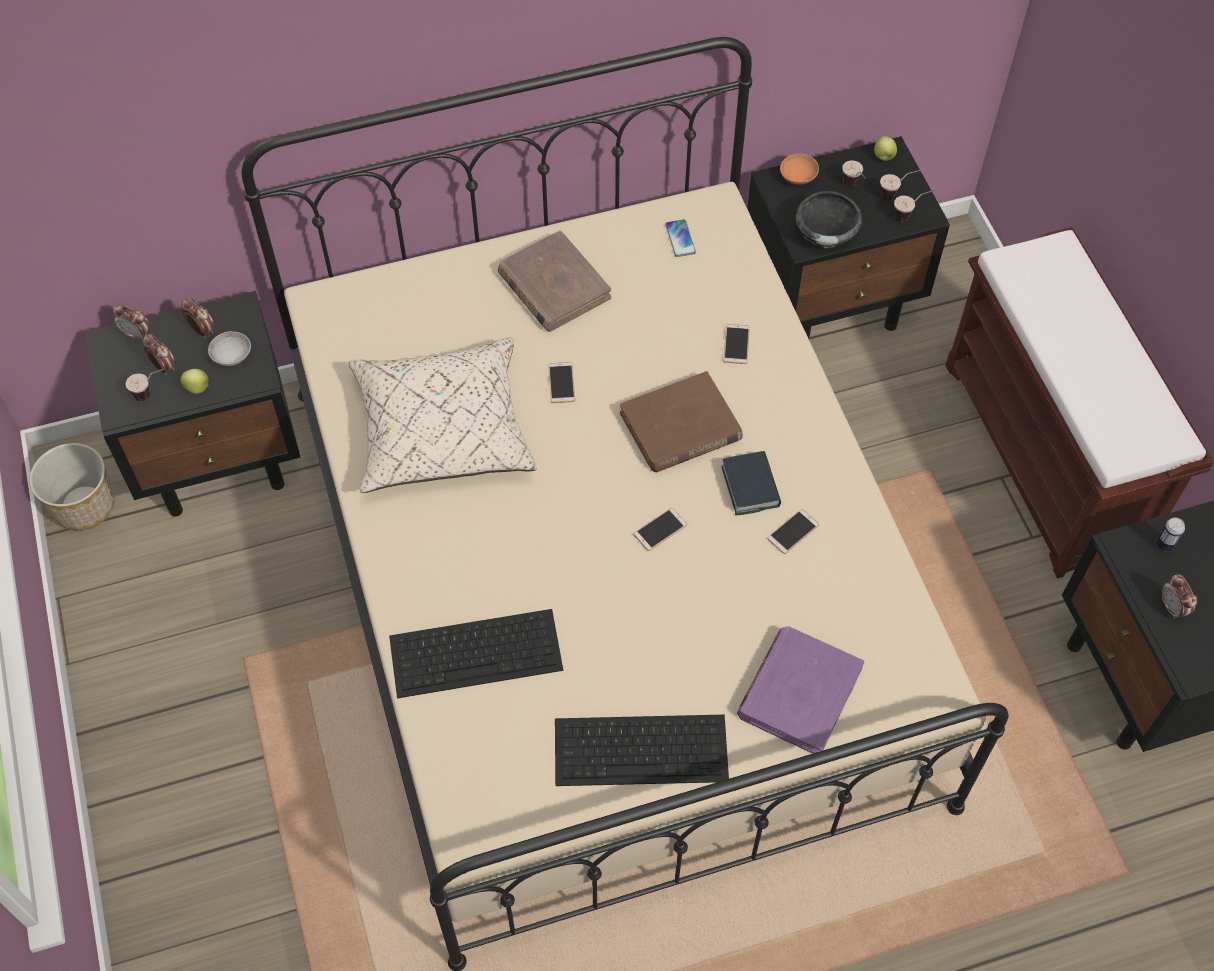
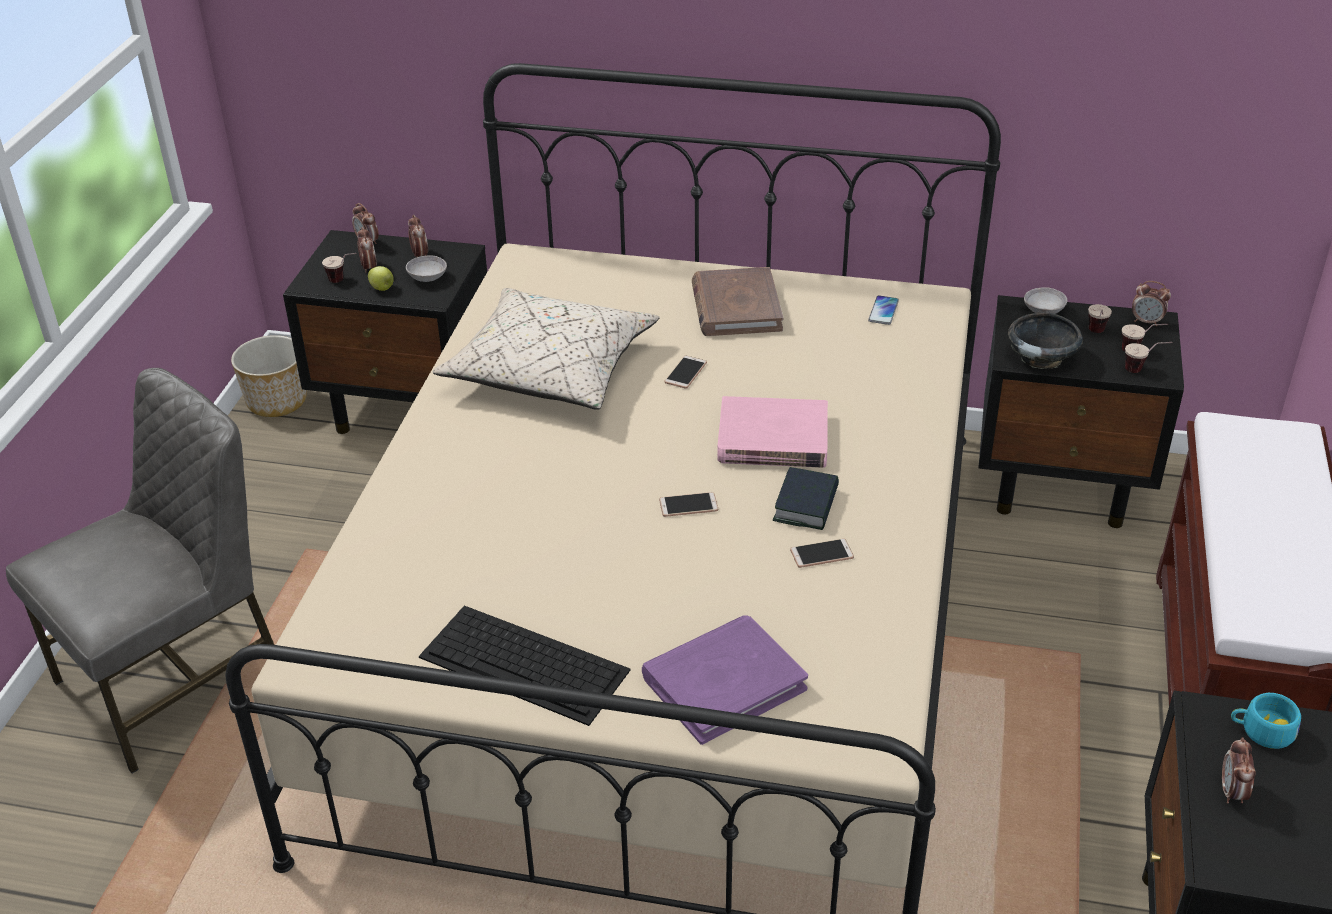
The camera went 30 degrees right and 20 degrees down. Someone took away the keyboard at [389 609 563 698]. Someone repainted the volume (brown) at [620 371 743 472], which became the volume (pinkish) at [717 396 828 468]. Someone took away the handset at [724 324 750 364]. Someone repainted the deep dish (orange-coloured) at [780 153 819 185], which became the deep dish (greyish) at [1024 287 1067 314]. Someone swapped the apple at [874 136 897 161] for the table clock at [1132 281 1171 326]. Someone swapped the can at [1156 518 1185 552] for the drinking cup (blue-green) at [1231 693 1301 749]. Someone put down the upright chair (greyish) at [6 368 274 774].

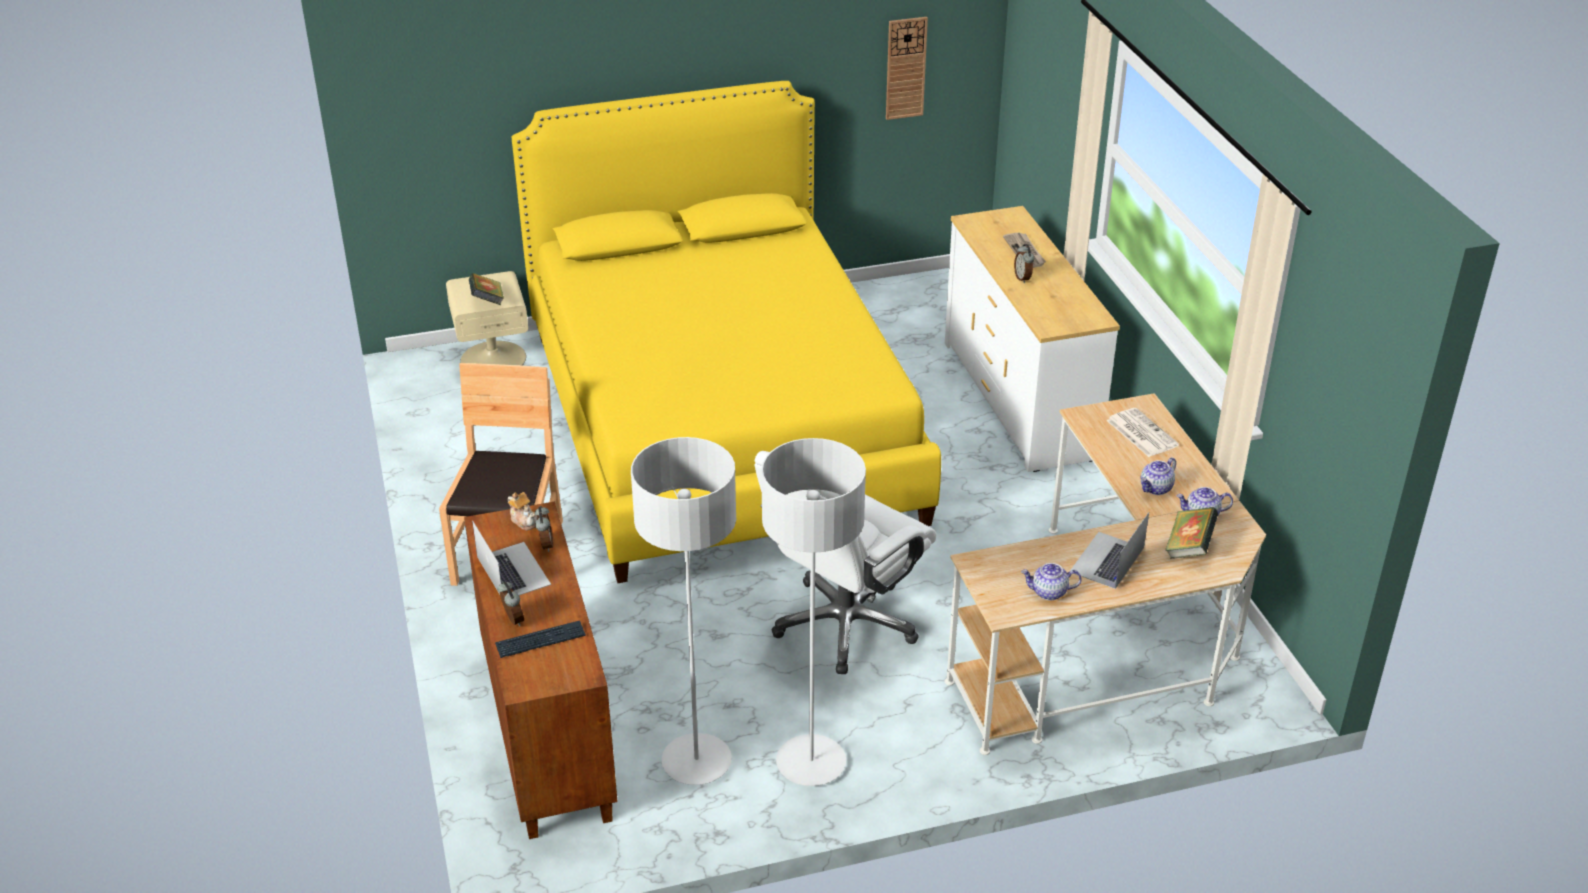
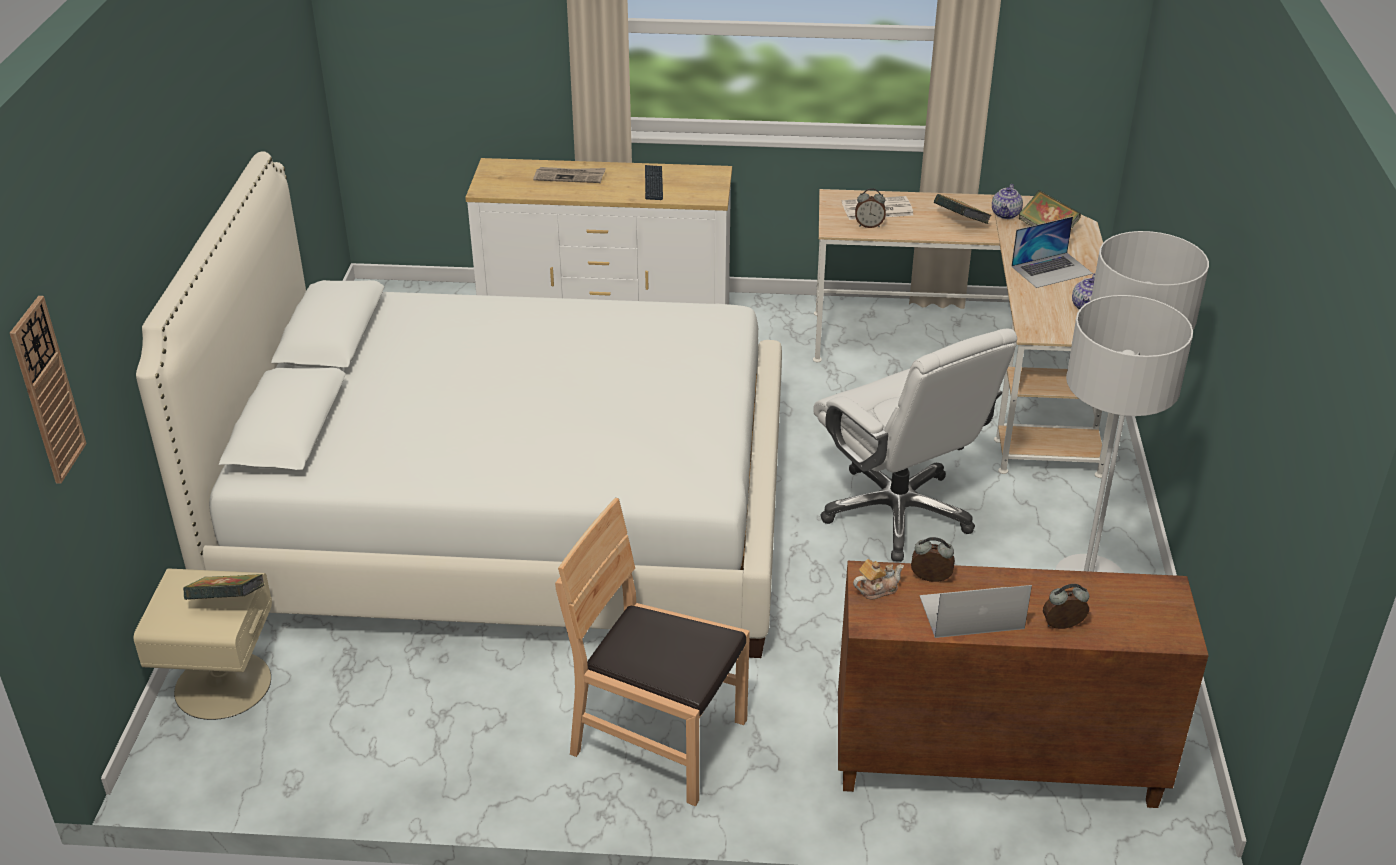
The camera went 70 degrees left and 0 degrees up. Someone carried the keyboard from [495 620 586 658] to [645 165 663 200]. Someone repainted the sleeping bed (yellow) at [512 81 941 583], which became the sleeping bed (whitish) at [136 151 782 658]. Someone carried the wall clock from [886 17 928 120] to [10 296 87 484]. Someone carried the table clock from [1014 244 1034 283] to [855 188 886 228]. Someone rotated the notebook computer at [1069 512 1149 589] by 75 degrees counterclockwise. Someone swapped the pot for tea at [1141 457 1176 495] for the volume at [934 194 992 224].

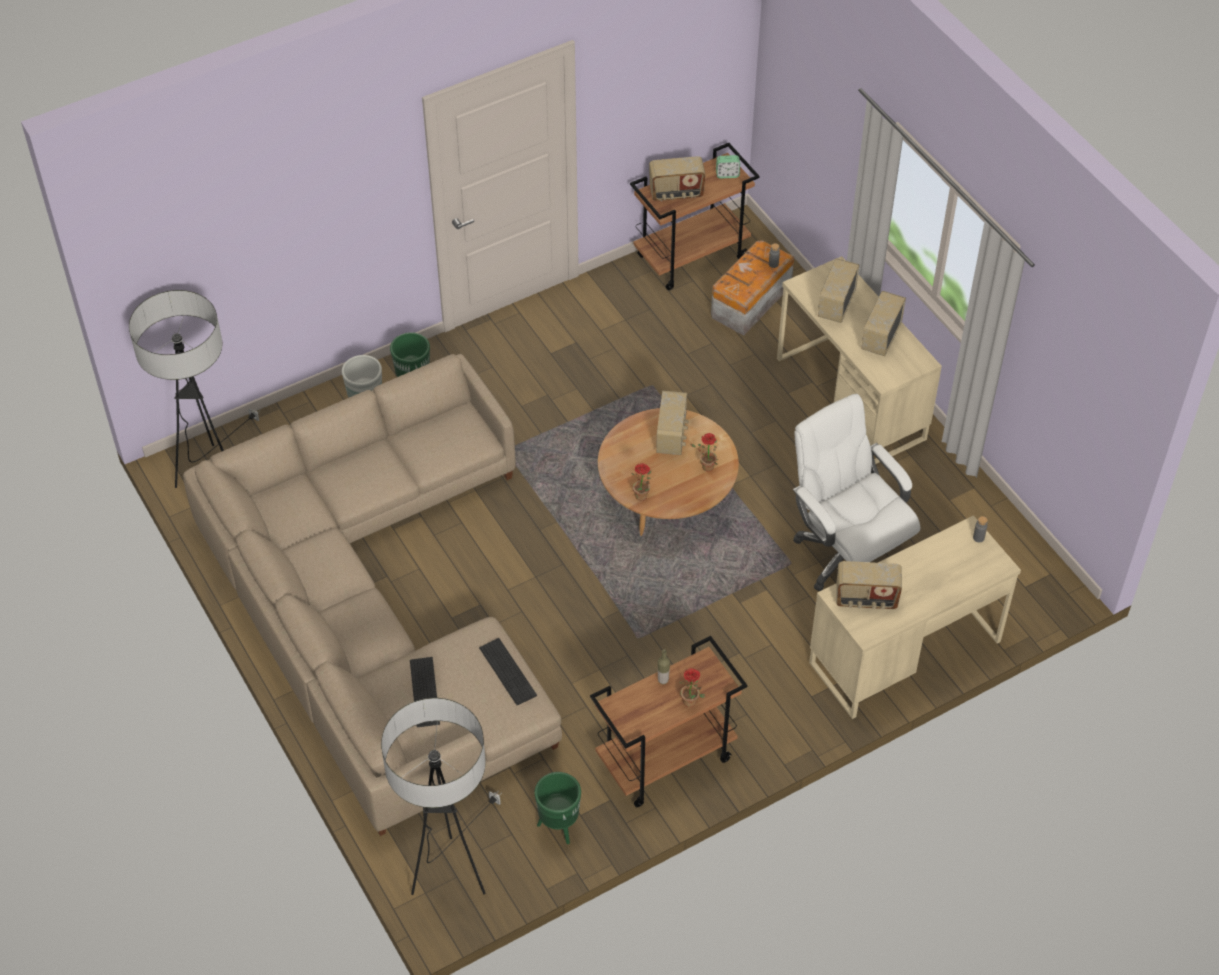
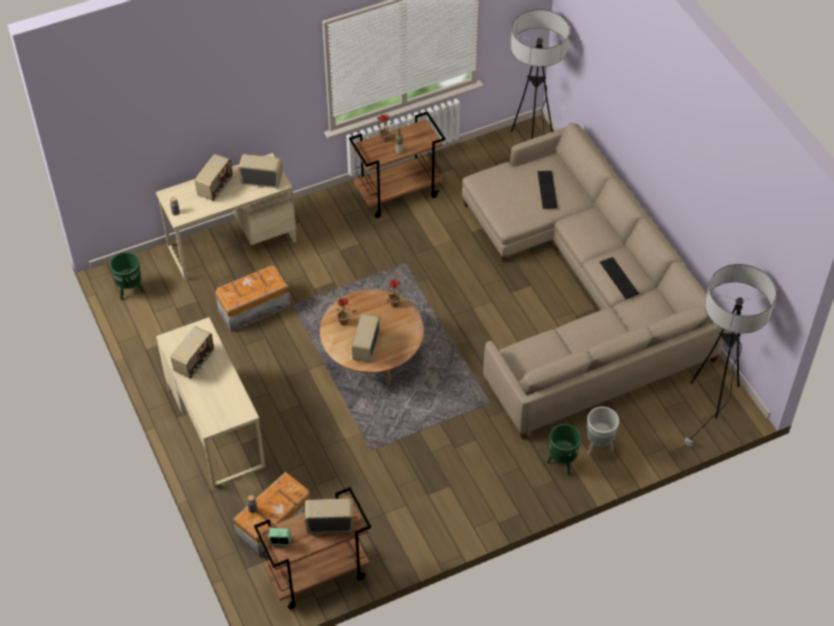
The camera went 175 degrees left and 0 degrees up. Someone carried the keyboard from [479 638 537 705] to [600 257 639 299]. Someone carried the plant pot (green-coloured) from [535 772 581 844] to [110 252 145 300]. Someone swapped the computer chair (whitish) at [793 394 920 591] for the storage bin at [215 266 291 332]. Someone carried the radio set from [818 258 860 323] to [195 154 233 201].

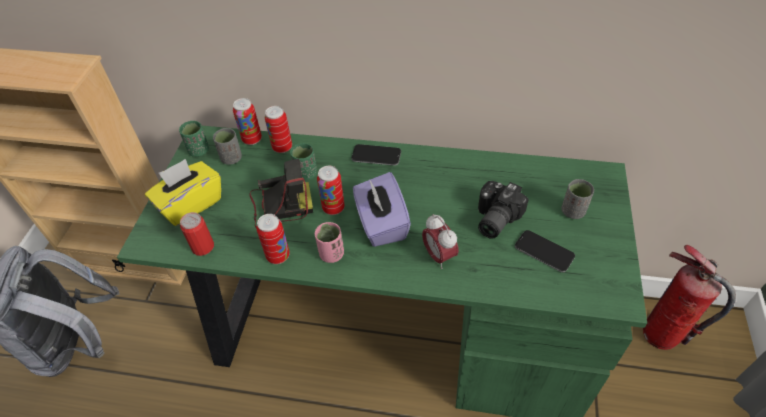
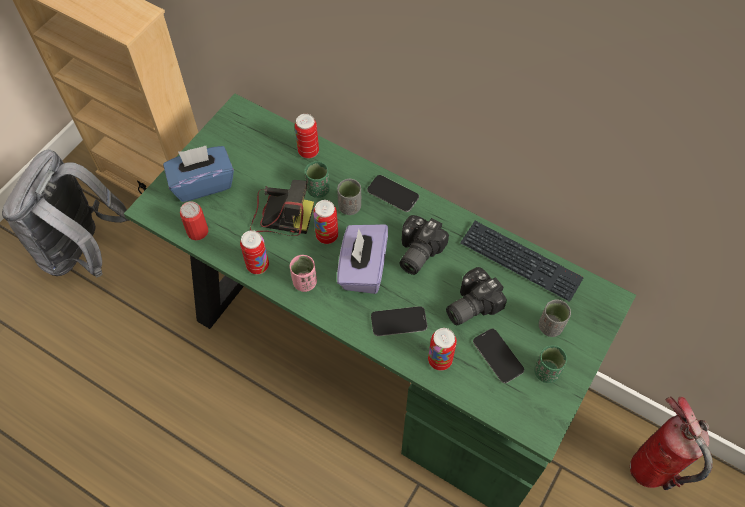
The camera went 20 degrees right and 10 degrees up. Someone repainted the tissue holder (yellow) at [145 159 221 226], which became the tissue holder (blue-coloured) at [163 146 234 202]. Someone carried the drinking cup (green-coloured) from [179 121 209 157] to [534 345 567 383]. Someone carried the drinking cup (greyish) from [213 128 242 165] to [337 178 361 215]. Someone carried the can from [233 98 262 145] to [428 328 457 371]. Someone swapped the table clock at [422 214 459 269] for the handset at [371 306 428 336]. Someone put down the photo camera at [399 215 449 275]. Someone put down the keyboard at [460 221 584 302].

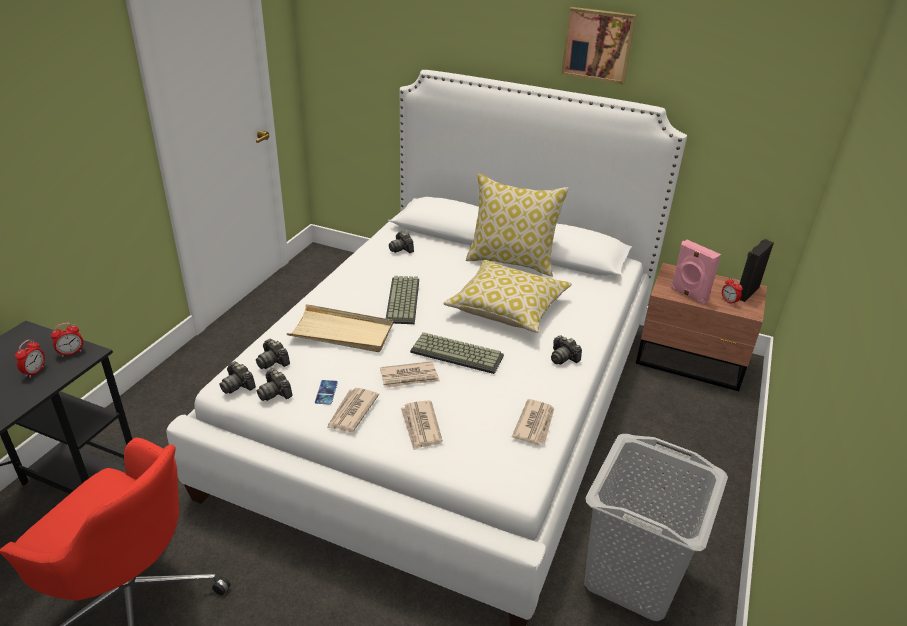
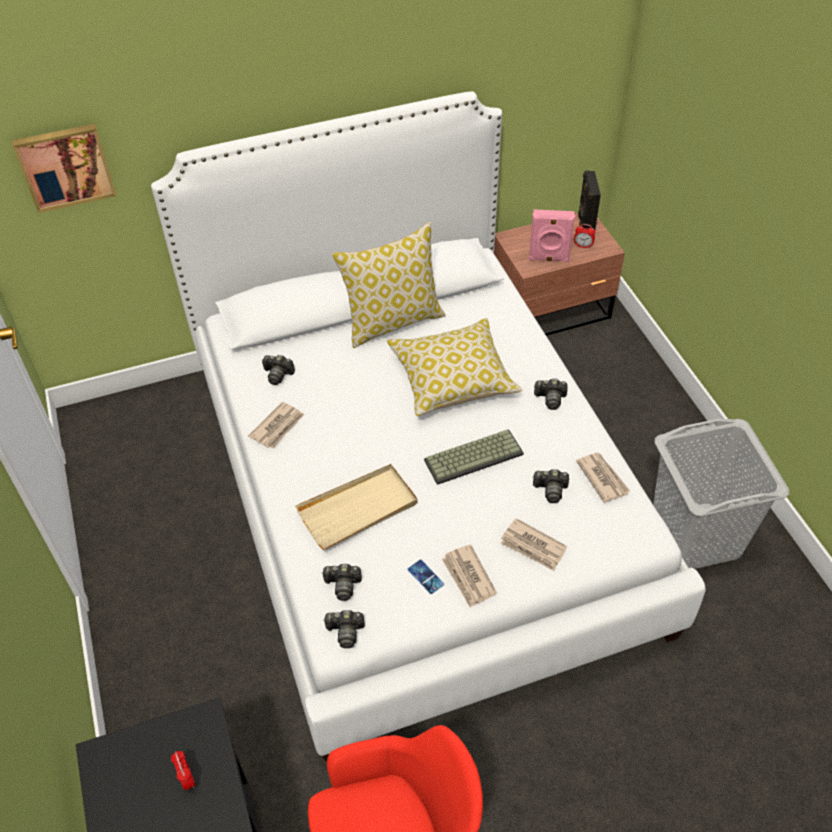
The camera went 40 degrees left and 15 degrees up. Someone took away the table clock at [51 323 83 357]. Someone carried the photo camera from [257 368 293 401] to [533 469 569 503]. Someone carried the newspaper from [380 361 440 388] to [248 402 305 448]. Someone took away the keyboard at [386 276 419 324]. Someone carried the wall art from [561 7 636 84] to [12 124 117 213].

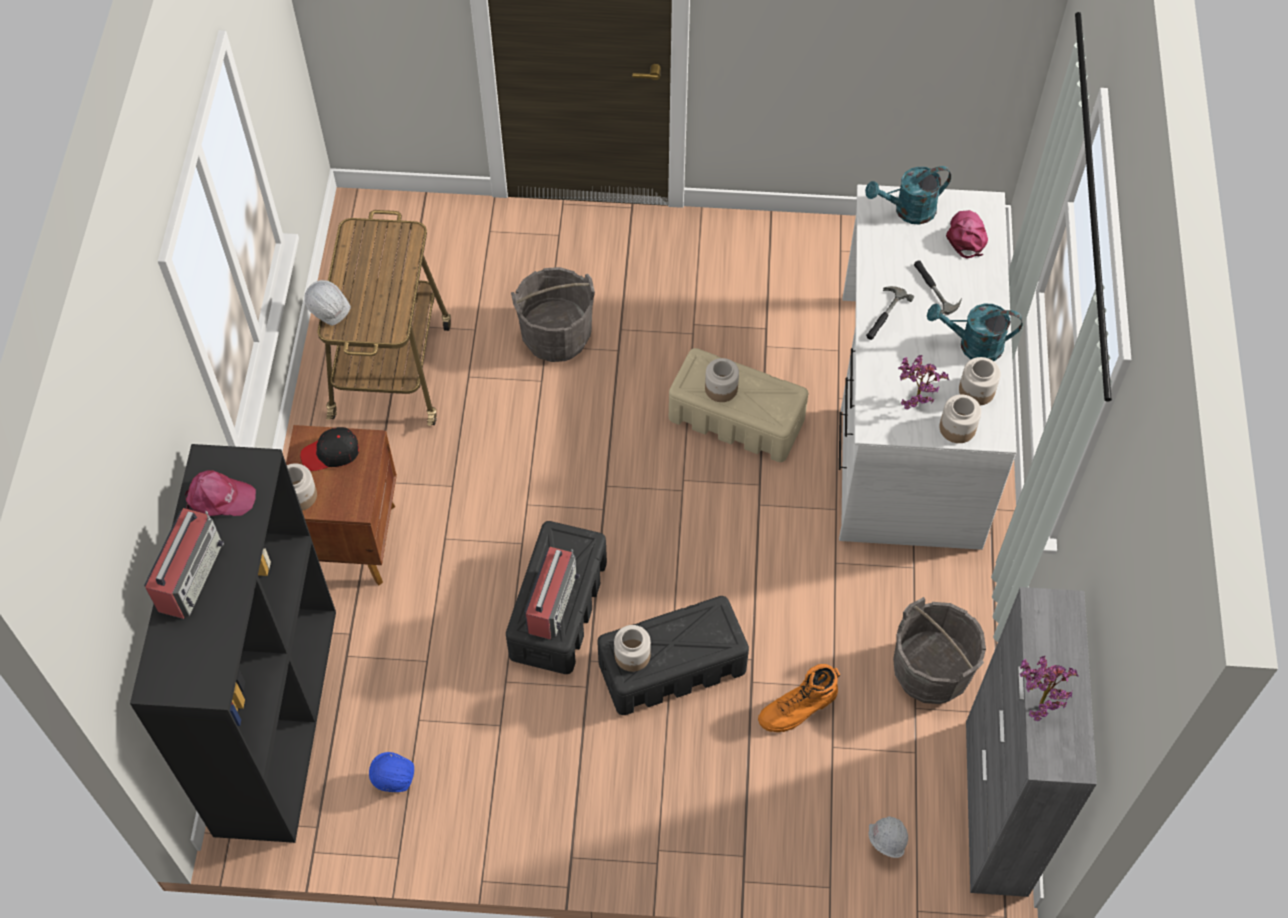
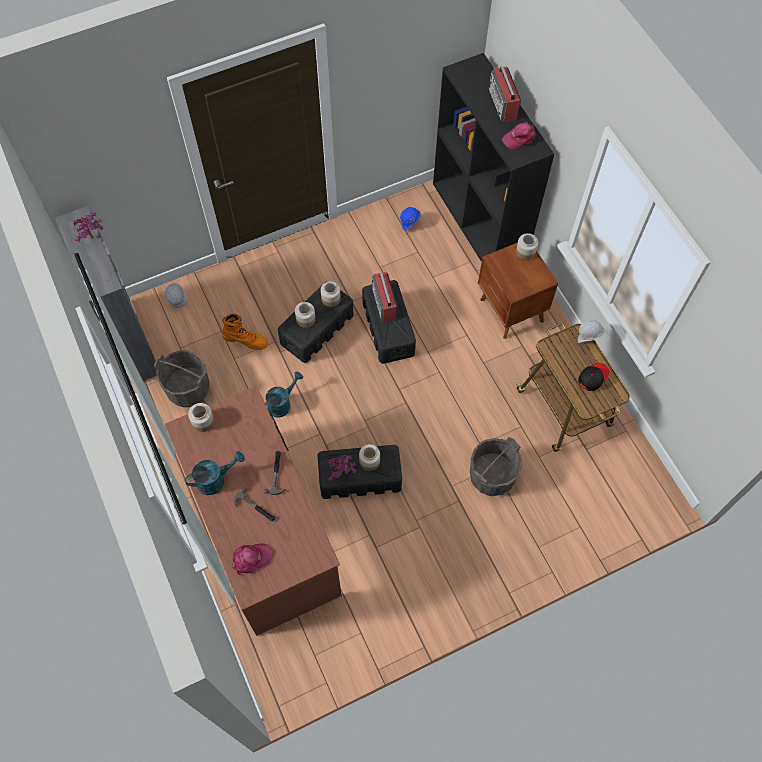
The camera went 150 degrees right and 5 degrees up. Someone carried the cap (black) from [300 427 359 471] to [578 363 609 391]. Someone repainted the storage bin (sand-coloured) at [669 348 808 462], which became the storage bin (black) at [318 445 402 499]. Someone rotated the boot (orange-coloured) at [758 664 840 732] by 75 degrees clockwise. Someone repainted the desk table (whitish) at [839 184 1017 550], which became the desk table (brown) at [165 386 342 636]. Someone carried the watering pot (blue-green) from [865 166 951 224] to [265 372 303 418]. Someone carried the potted plant from [898 355 949 410] to [327 454 356 481]. Someone rotated the cap (pinkish) at [946 210 988 259] by 90 degrees counterclockwise. Someone carried the jar from [959 357 1001 406] to [295 302 316 328].

